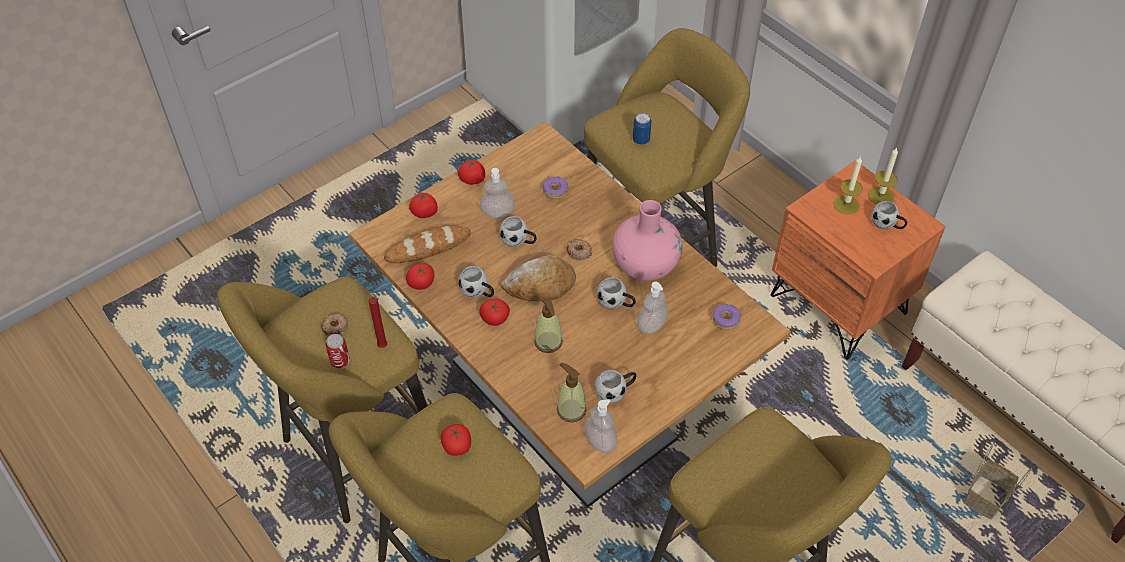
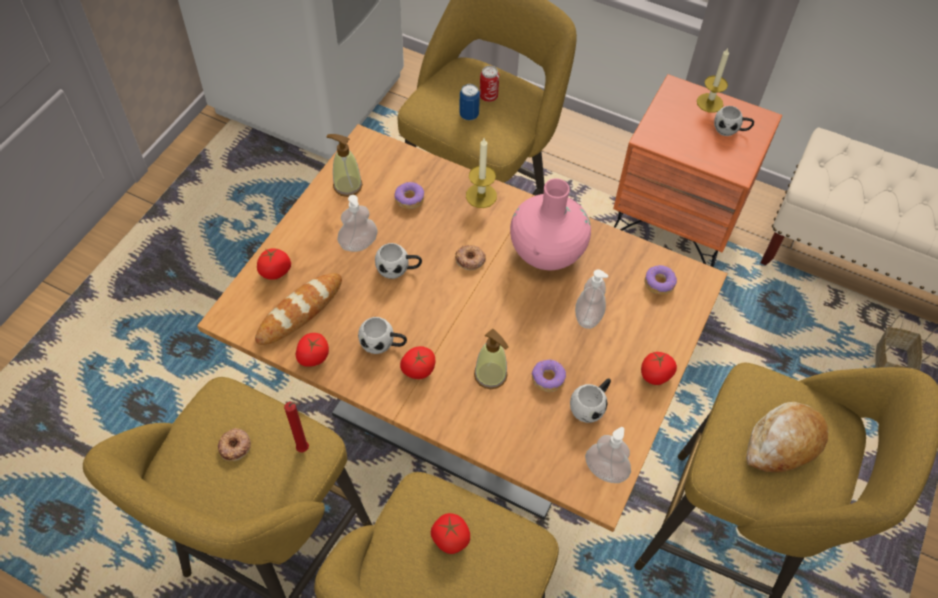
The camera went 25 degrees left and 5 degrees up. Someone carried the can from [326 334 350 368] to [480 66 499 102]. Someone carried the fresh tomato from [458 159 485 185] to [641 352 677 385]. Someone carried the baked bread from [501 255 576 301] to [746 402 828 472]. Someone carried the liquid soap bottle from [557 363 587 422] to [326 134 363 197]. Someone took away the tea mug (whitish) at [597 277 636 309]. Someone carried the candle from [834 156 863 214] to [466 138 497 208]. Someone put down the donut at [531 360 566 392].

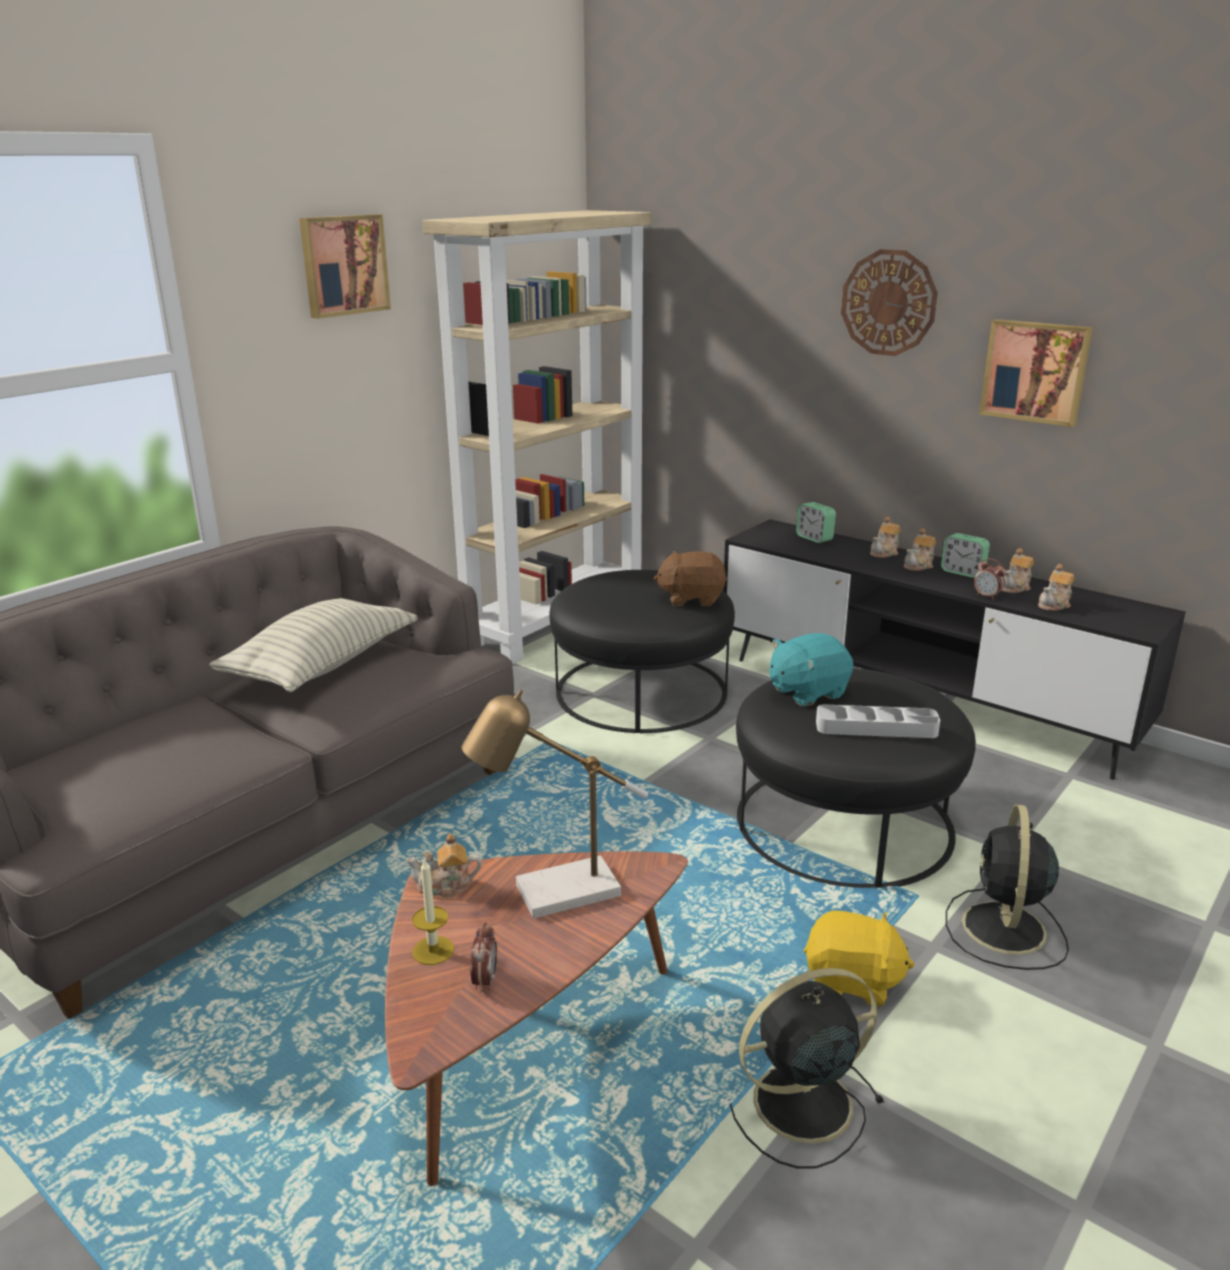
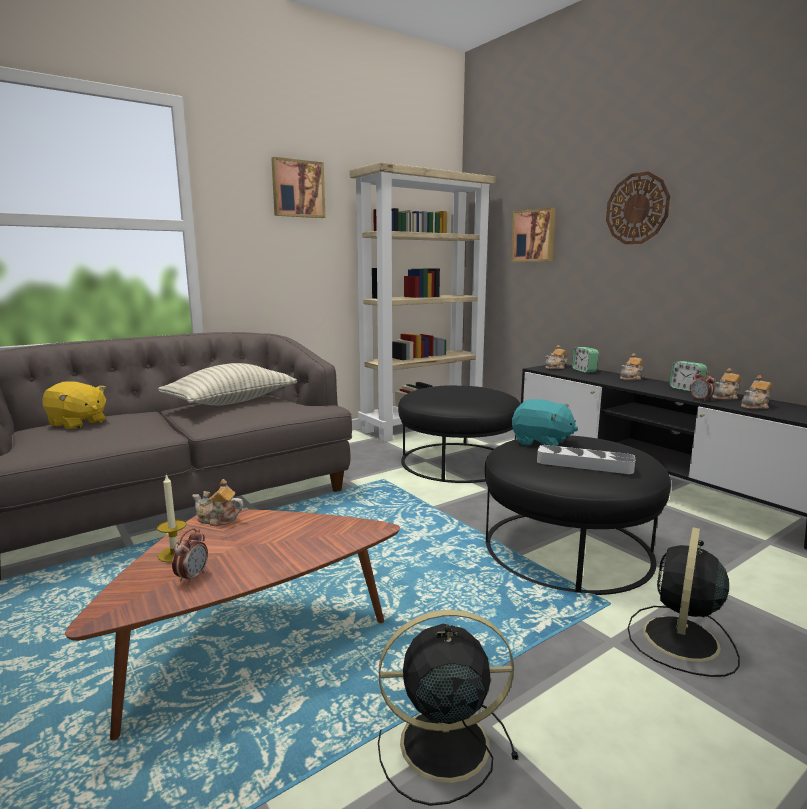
The camera went 15 degrees right and 10 degrees down. Someone took away the table lamp at [461 689 648 919]. Someone took away the cuddly toy (brown) at [653 551 727 606]. Someone rotated the cuddly toy (blue-green) at [770 633 853 707] by 135 degrees counterclockwise. Someone carried the cuddly toy (yellow) from [804 910 915 1006] to [42 382 106 430]. Someone carried the pot for tea from [904 528 936 571] to [545 345 568 369]. Someone carried the wall art from [979 319 1093 427] to [511 207 556 261].

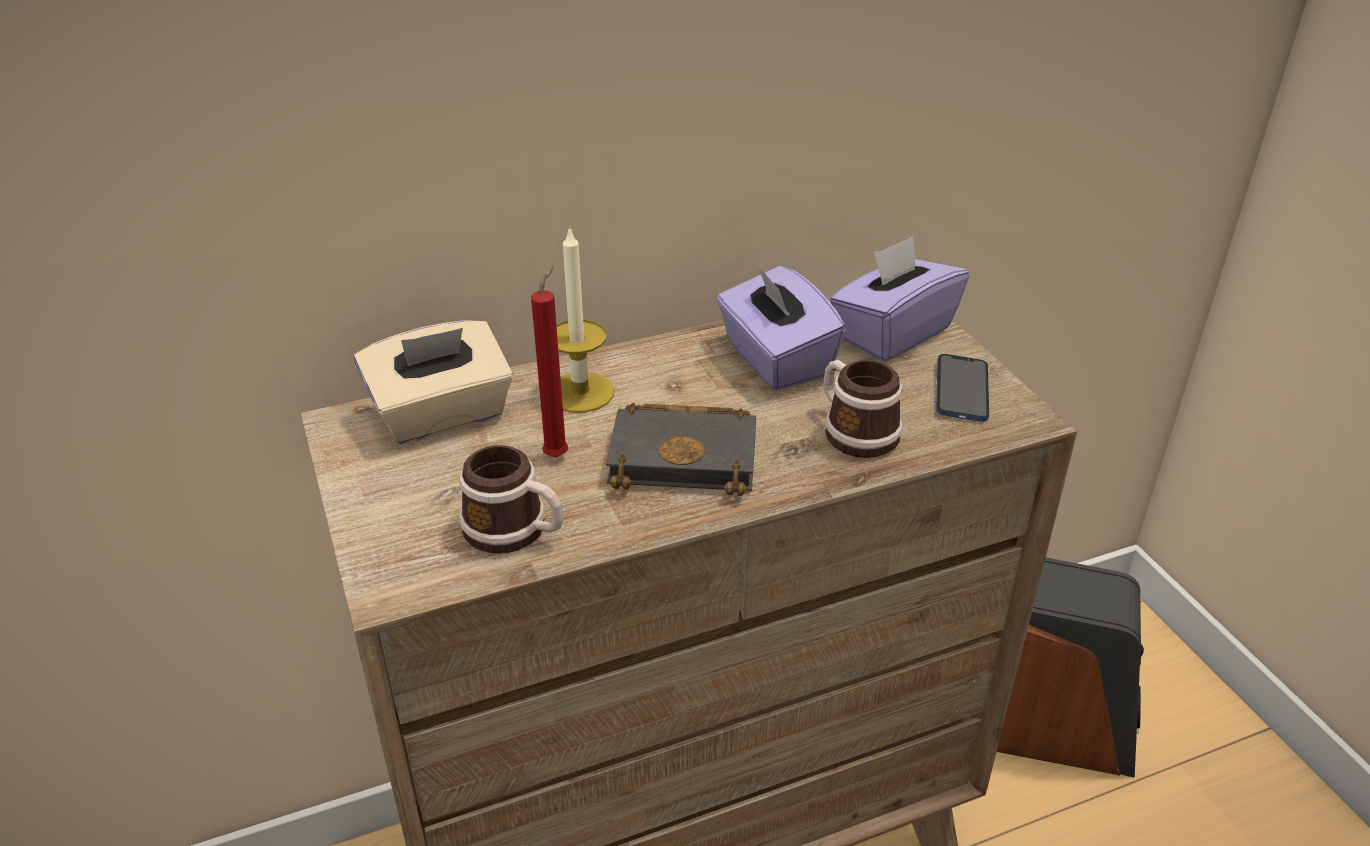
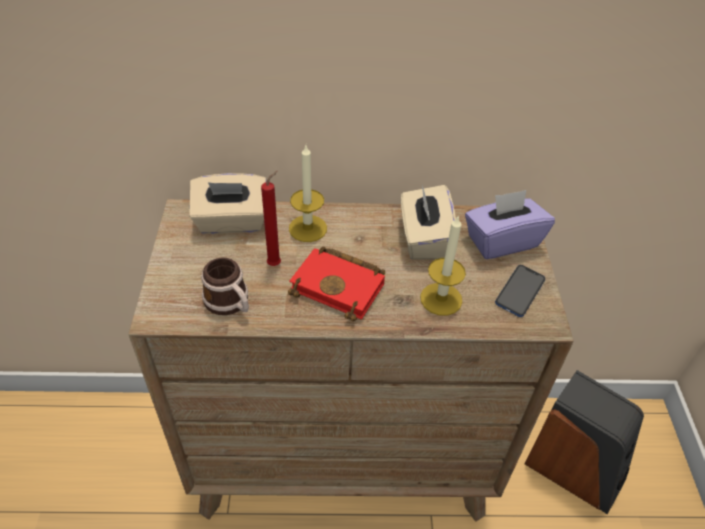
The camera went 20 degrees right and 10 degrees up. Someone repainted the volume (black) at [606 403 756 496], which became the volume (red) at [288 246 385 321]. Someone repainted the tissue holder (purple-coloured) at [716 264 846 391], which became the tissue holder (sand-coloured) at [401 184 456 259]. Someone swapped the tea mug at [823 360 903 458] for the candle at [420 216 466 316].

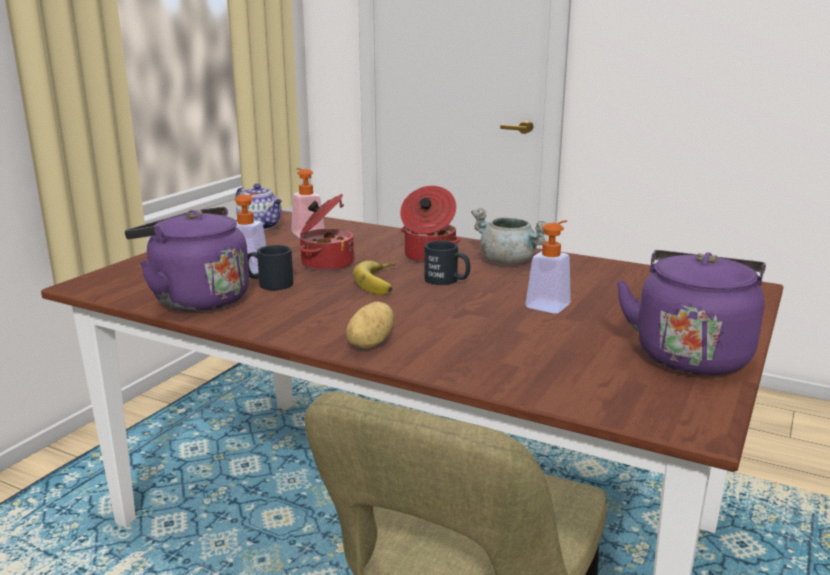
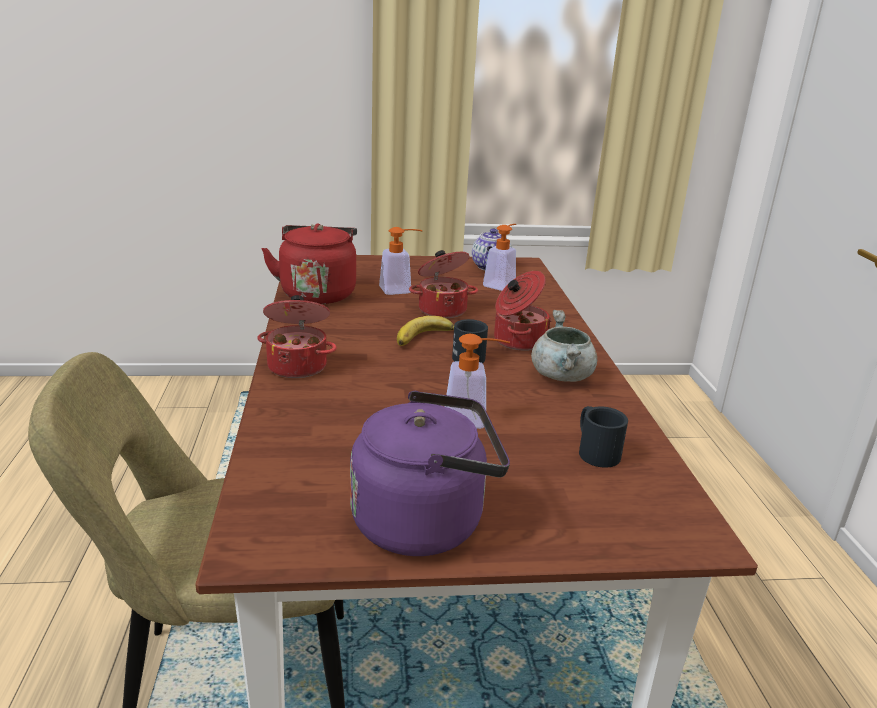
The camera went 55 degrees right and 5 degrees up. Someone repainted the kettle (purple-coloured) at [125 207 249 312], which became the kettle (red) at [261 223 357 304]. Someone carried the tea mug (black) from [248 245 293 290] to [579 406 628 468]. Someone swapped the whole potato at [346 301 394 348] for the saucepot at [258 295 337 378].

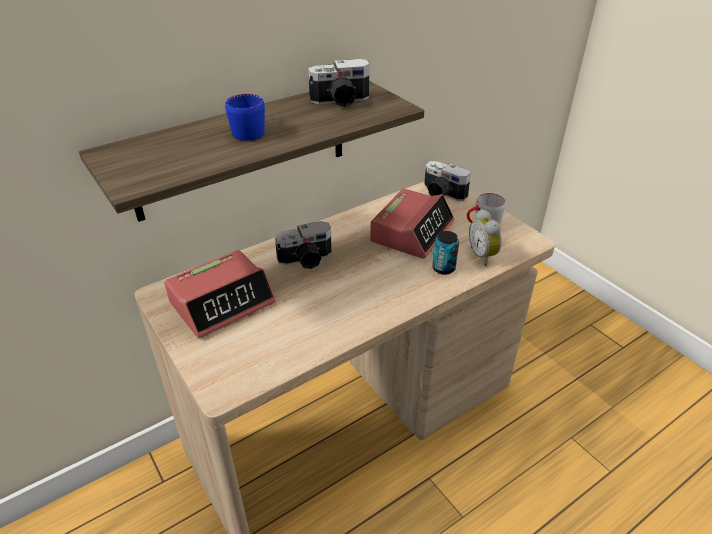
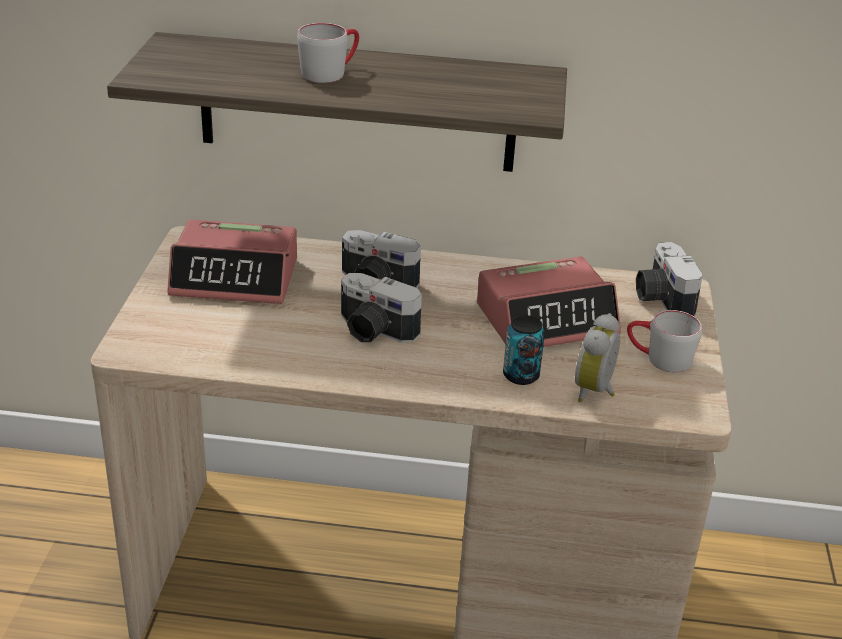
The camera went 40 degrees right and 5 degrees down. Someone repainted the tea mug (blue-coloured) at [225 94 265 141], which became the tea mug (greyish) at [297 23 359 83]. Someone carried the photo camera from [308 59 370 107] to [341 273 422 343].

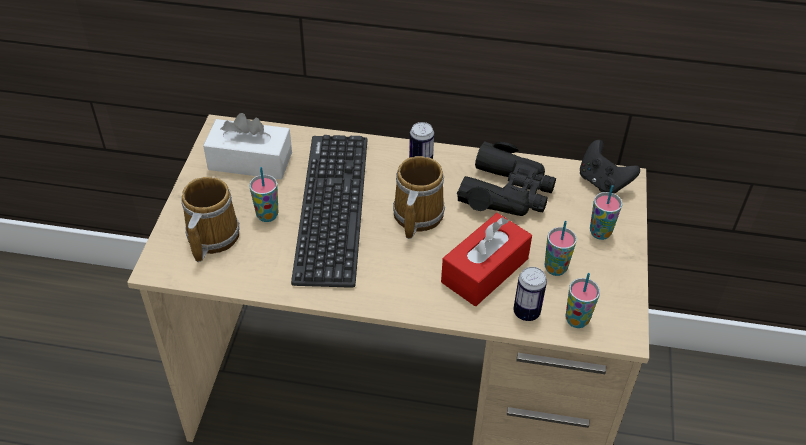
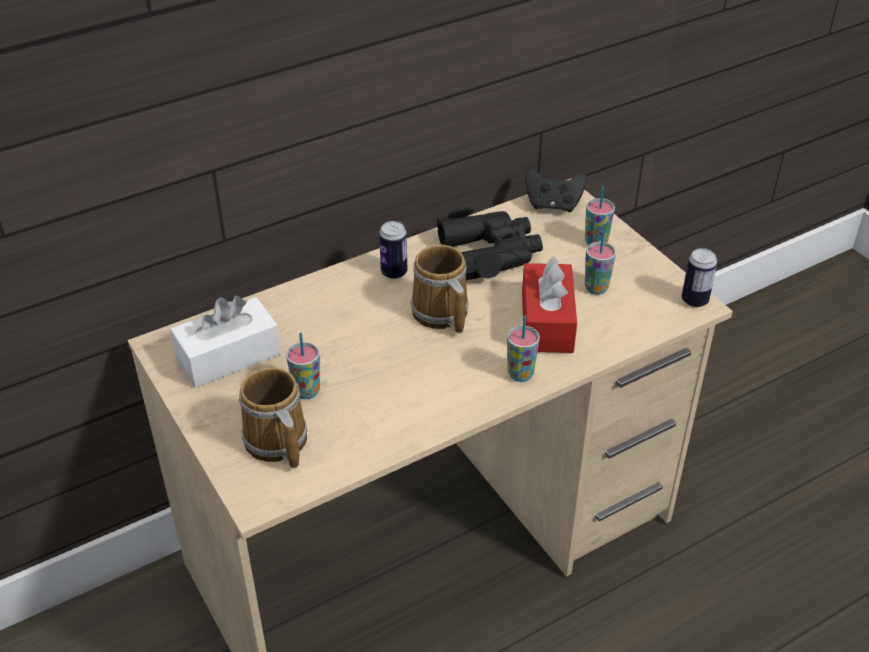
The camera went 40 degrees left and 5 degrees down. Someone took away the keyboard at [291 135 367 288]. Someone carried the can from [513 267 547 321] to [682 248 717 308]. Someone carried the drinking cup from [565 273 600 328] to [507 316 540 382].

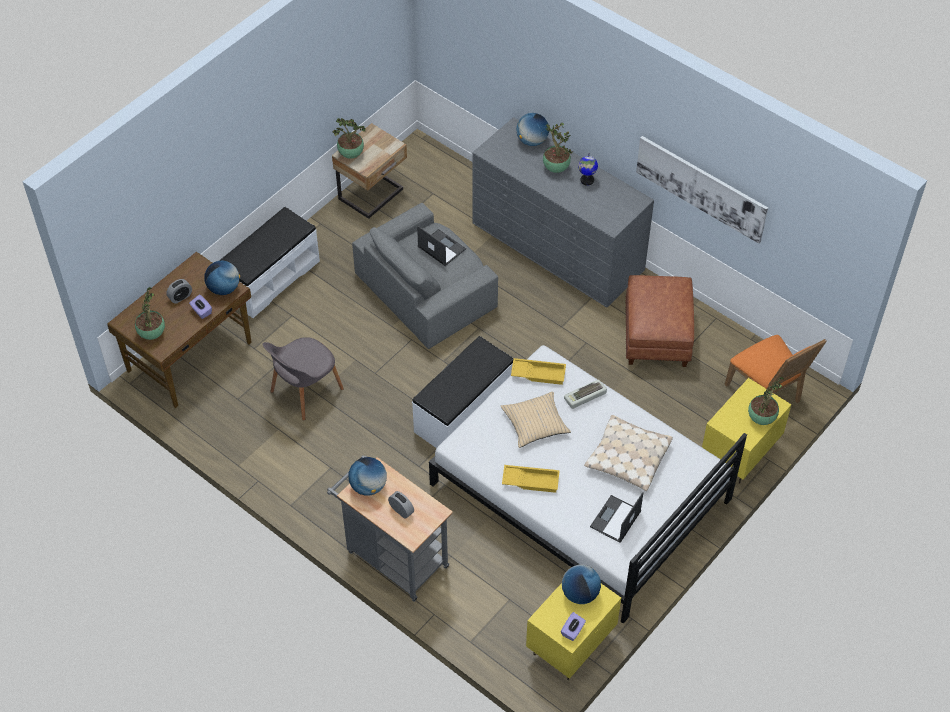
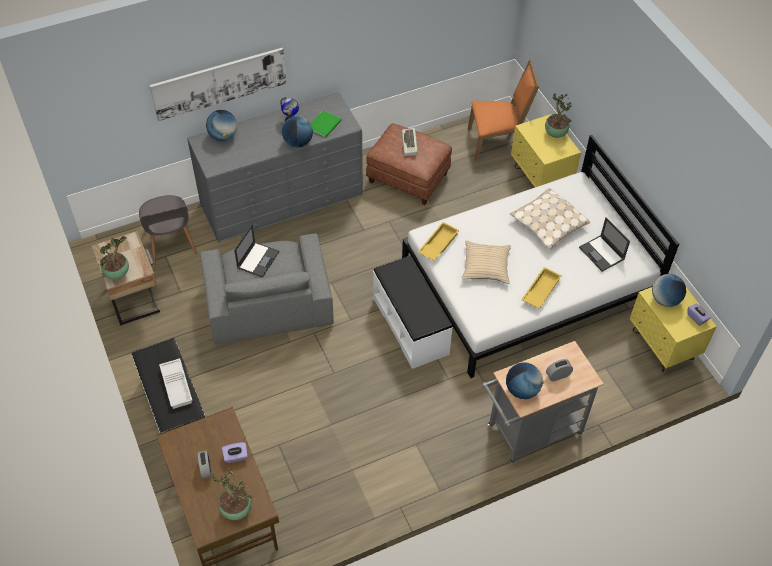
The camera went 65 degrees left and 0 degrees up. Someone carried the globe from [204 261 240 295] to [282 116 313 147]. Someone carried the upright chair (greyish) from [262 337 344 421] to [139 195 197 265]. Someone rotated the notebook computer at [417 225 466 266] by 135 degrees clockwise. Someone took away the potted plant at [543 123 572 173]. Someone carried the keyboard from [564 380 607 409] to [402 128 418 156]. Someone carried the wall art from [636 136 768 244] to [150 48 286 121]. Someone put down the carrying tray (whitish) at [159 358 192 409]. Someone put down the volume (green-coloured) at [310 110 342 138].

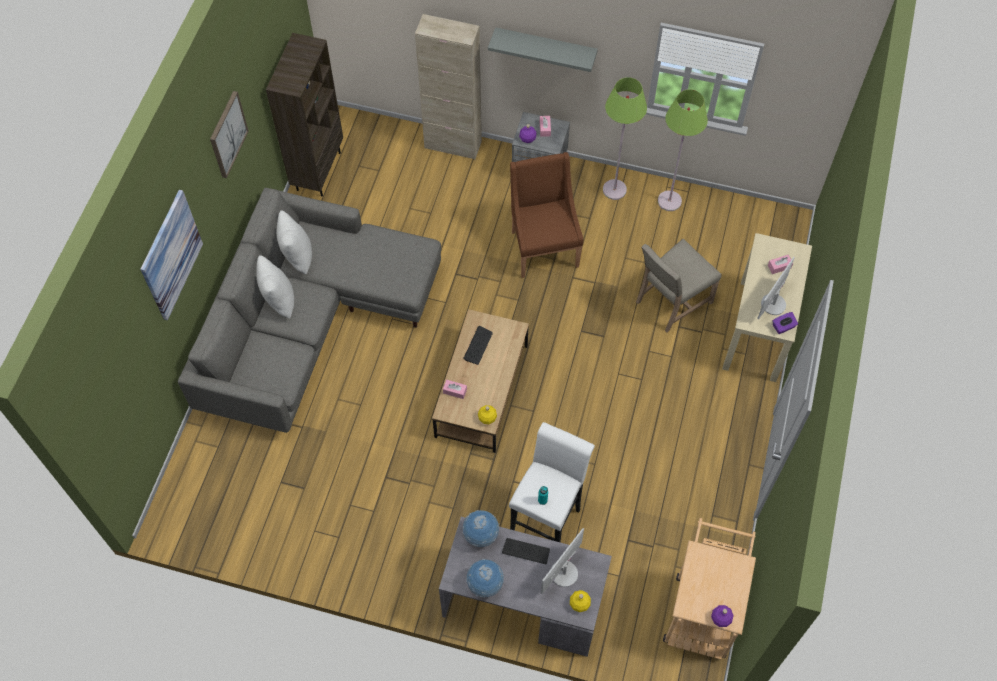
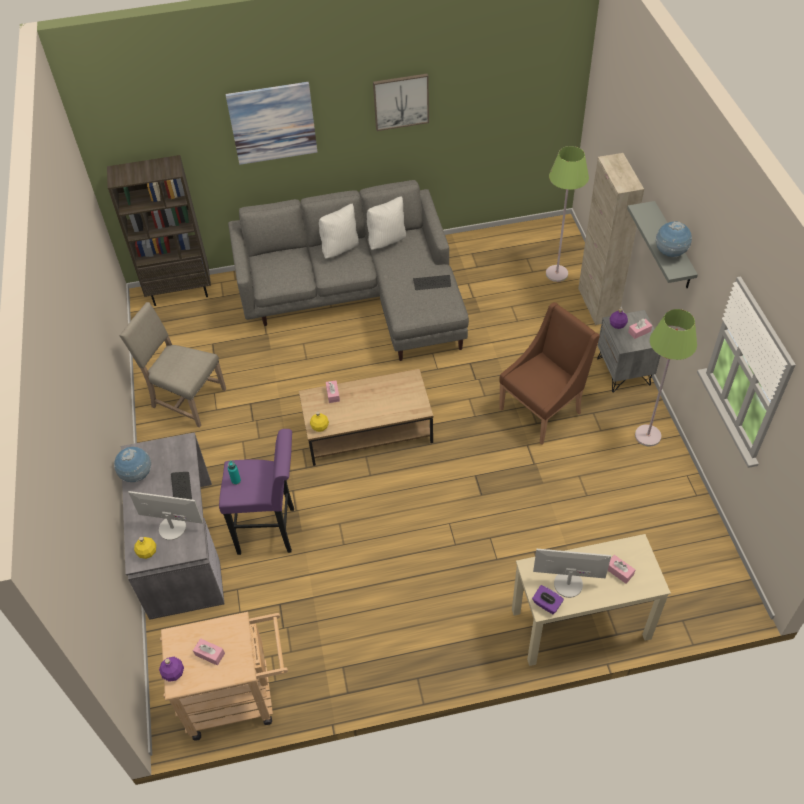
The camera went 65 degrees right and 10 degrees down. Someone carried the bookshelf (brown) from [266 33 343 197] to [107 155 211 306]. Someone carried the keyboard from [463 326 493 365] to [413 275 451 290]. Someone carried the globe from [463 510 499 547] to [656 221 692 257]. Someone repainted the stool (whitish) at [509 422 595 542], which became the stool (purple-coloured) at [219 429 294 555]. Someone carried the upright chair (sand-coloured) from [636 239 722 332] to [119 302 226 428]. Someone carried the standard lamp (green-coloured) from [658 89 708 211] to [546 146 589 282]. Someone put down the tissue holder (pinkish) at [193 638 225 666].

